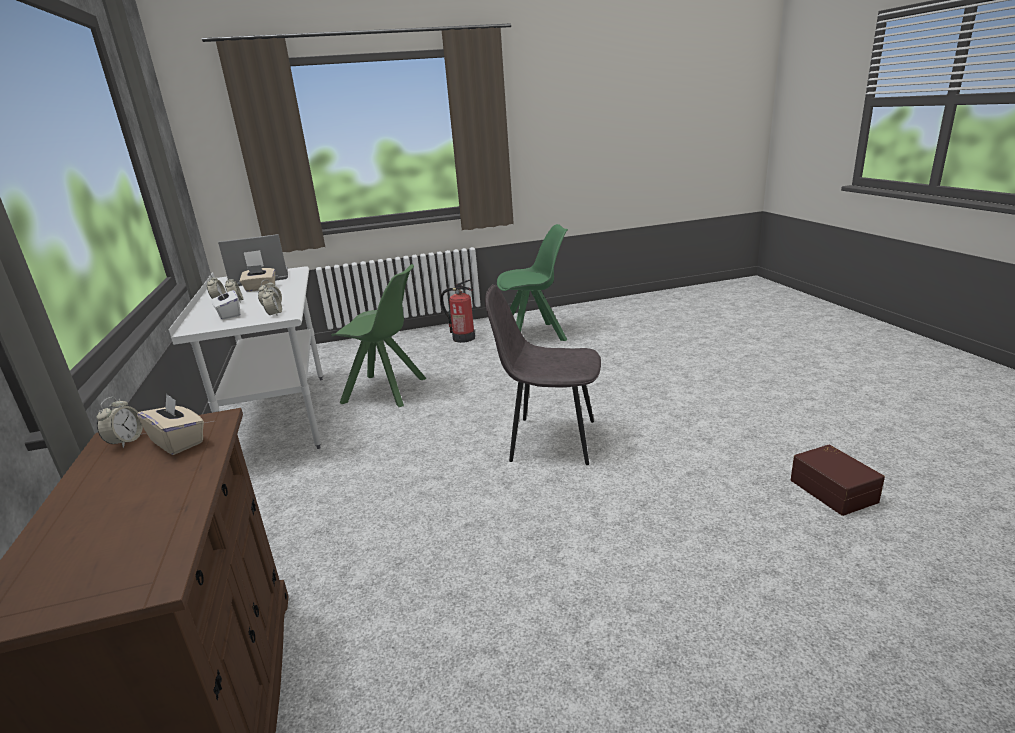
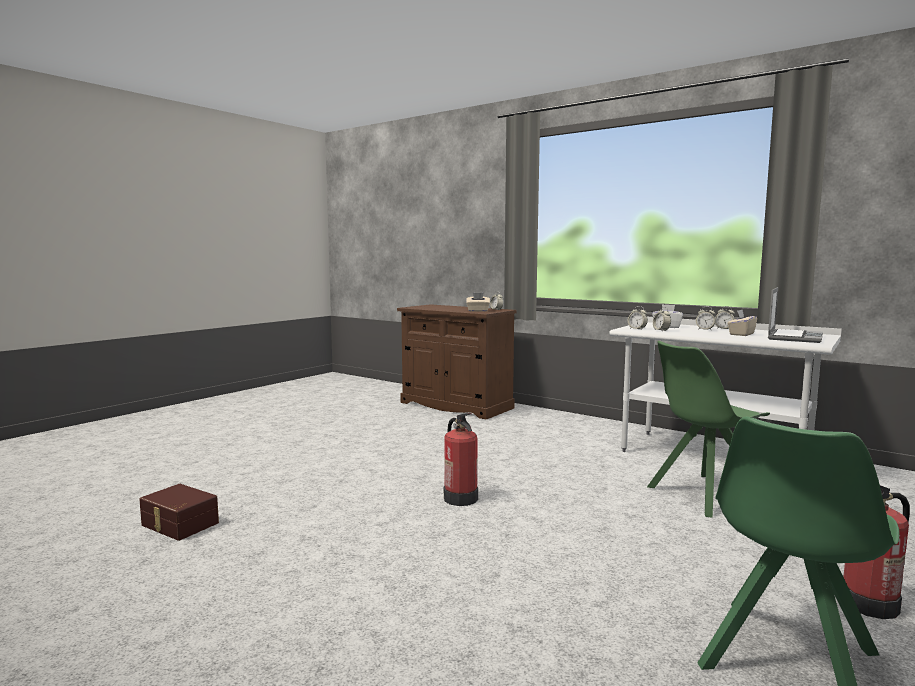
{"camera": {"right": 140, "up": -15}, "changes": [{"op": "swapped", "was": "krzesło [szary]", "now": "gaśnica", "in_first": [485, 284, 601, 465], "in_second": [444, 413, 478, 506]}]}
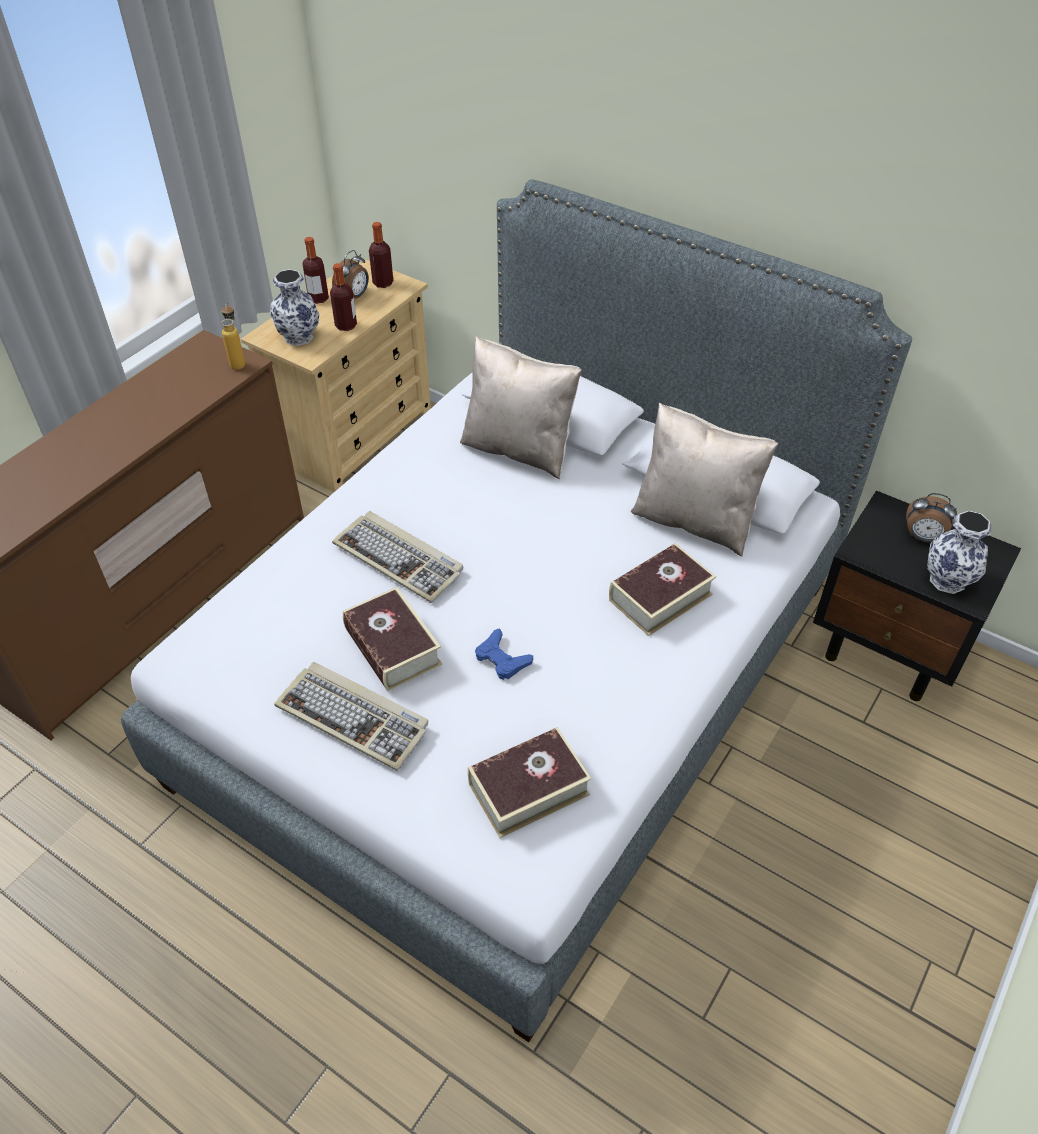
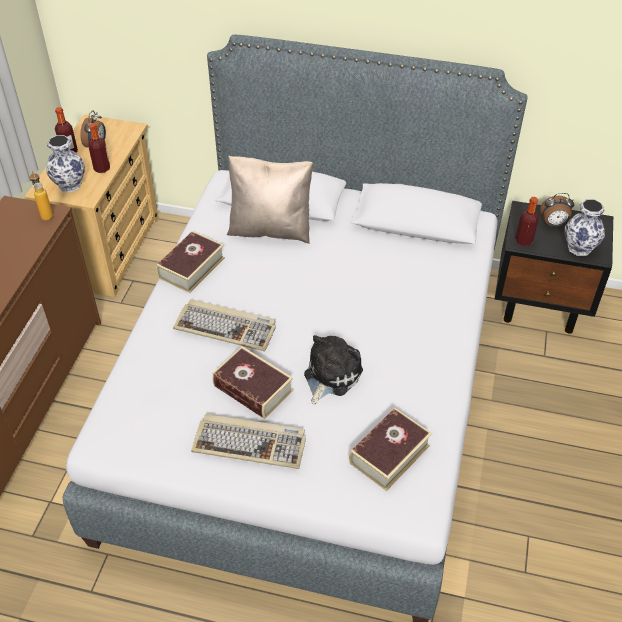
{"camera": {"right": -20, "up": 0}, "changes": [{"op": "gone", "was": "poduszka [beżowy]", "in_first": [631, 403, 778, 556]}, {"op": "shifted", "was": "butelka", "in_first": [369, 222, 393, 288], "in_second": [515, 197, 539, 246]}, {"op": "shifted", "was": "książka", "in_first": [609, 543, 716, 636], "in_second": [156, 231, 225, 293]}, {"op": "swapped", "was": "pad do gier [niebieski]", "now": "pluszak", "in_first": [475, 628, 533, 680], "in_second": [304, 335, 363, 405]}]}
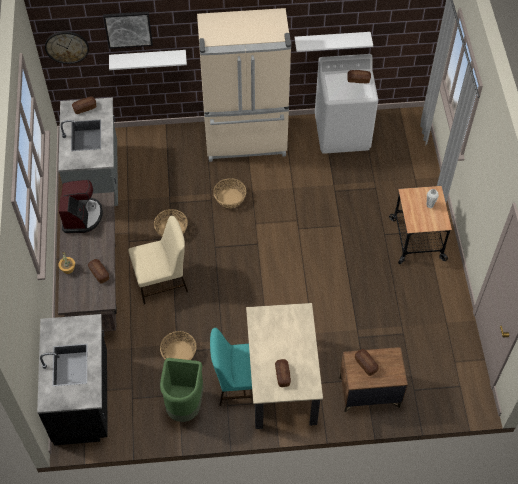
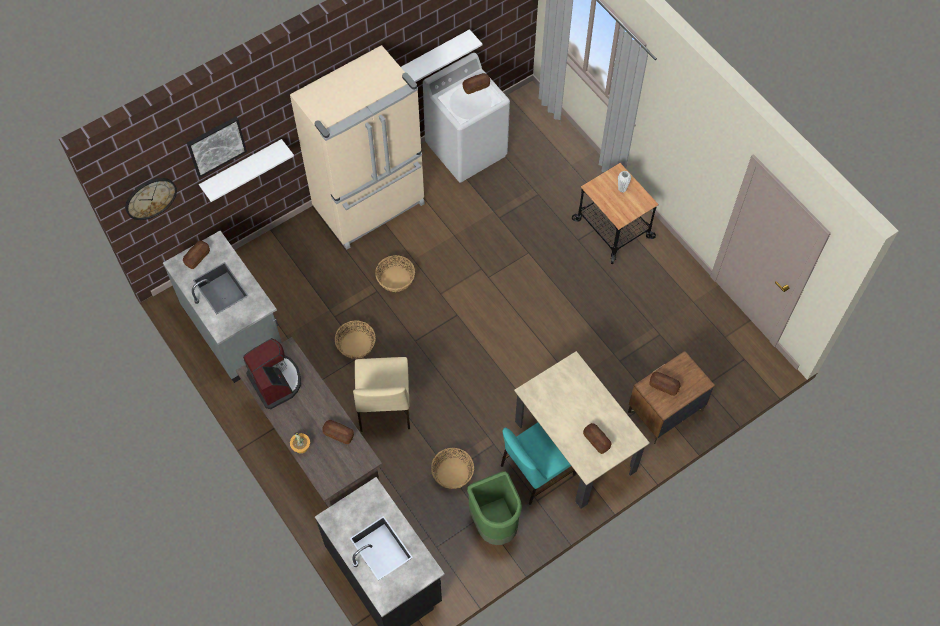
{"camera": {"right": -30, "up": 5}, "changes": [{"op": "rotated", "was": "krzesło [beżowy]", "in_first": [128, 216, 188, 304], "in_second": [353, 357, 410, 432], "clockwise": 135}]}
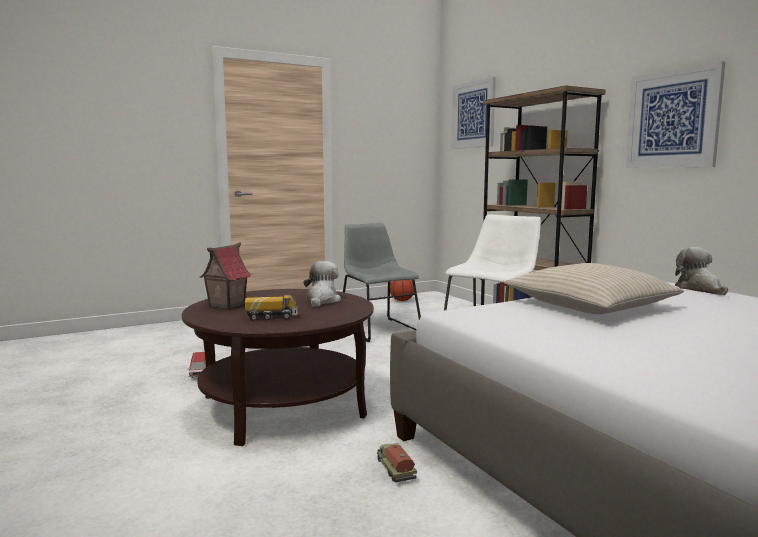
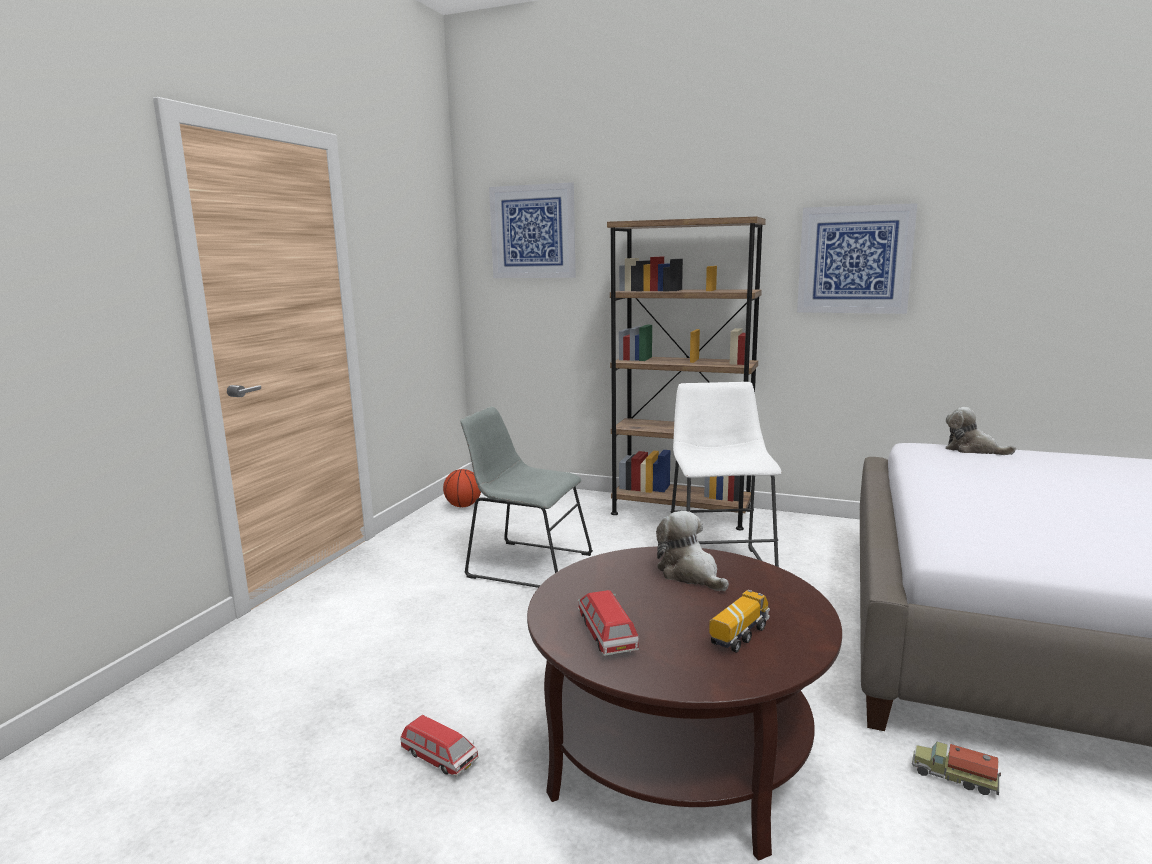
{"camera": {"right": -40, "up": 5}, "changes": [{"op": "gone", "was": "poduszka [beżowy]", "in_first": [504, 263, 684, 314]}, {"op": "swapped", "was": "domek", "now": "samochodzik", "in_first": [200, 242, 252, 309], "in_second": [578, 590, 639, 656]}]}
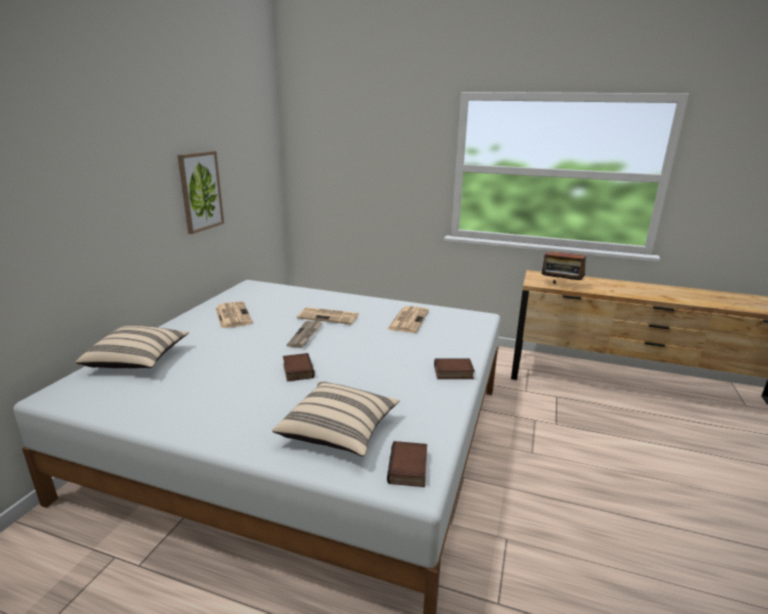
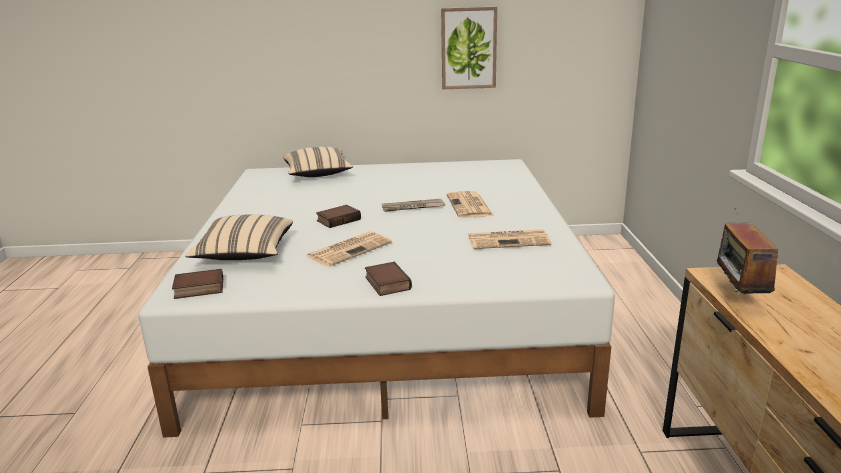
{"camera": {"right": 70, "up": 0}, "changes": [{"op": "shifted", "was": "gazeta", "in_first": [216, 301, 253, 329], "in_second": [307, 231, 392, 267]}]}
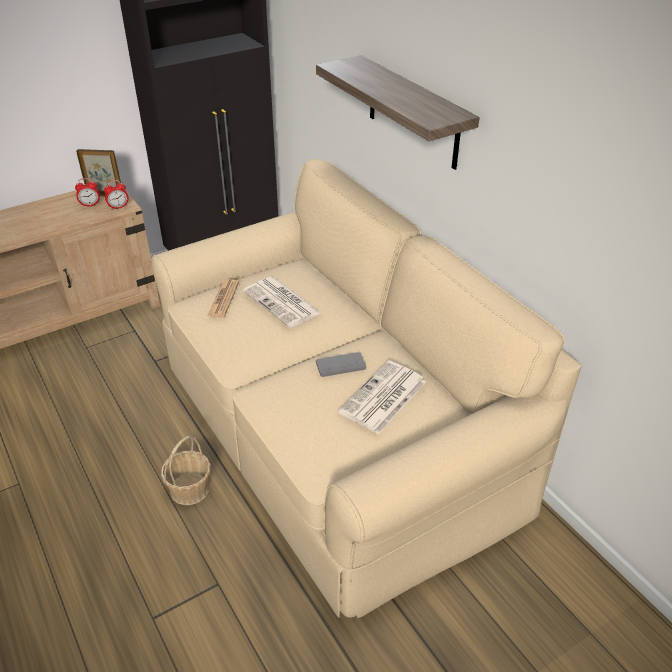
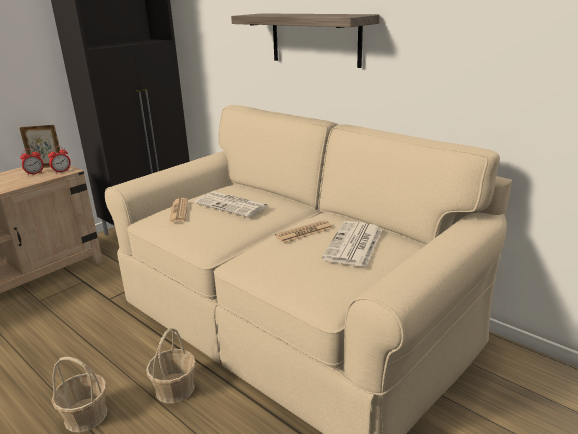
{"camera": {"right": -15, "up": -15}, "changes": [{"op": "new", "now": "koszyk", "in_second": [51, 357, 107, 433]}, {"op": "swapped", "was": "pad do gier [szary]", "now": "gazeta", "in_first": [316, 352, 366, 377], "in_second": [275, 220, 333, 243]}]}
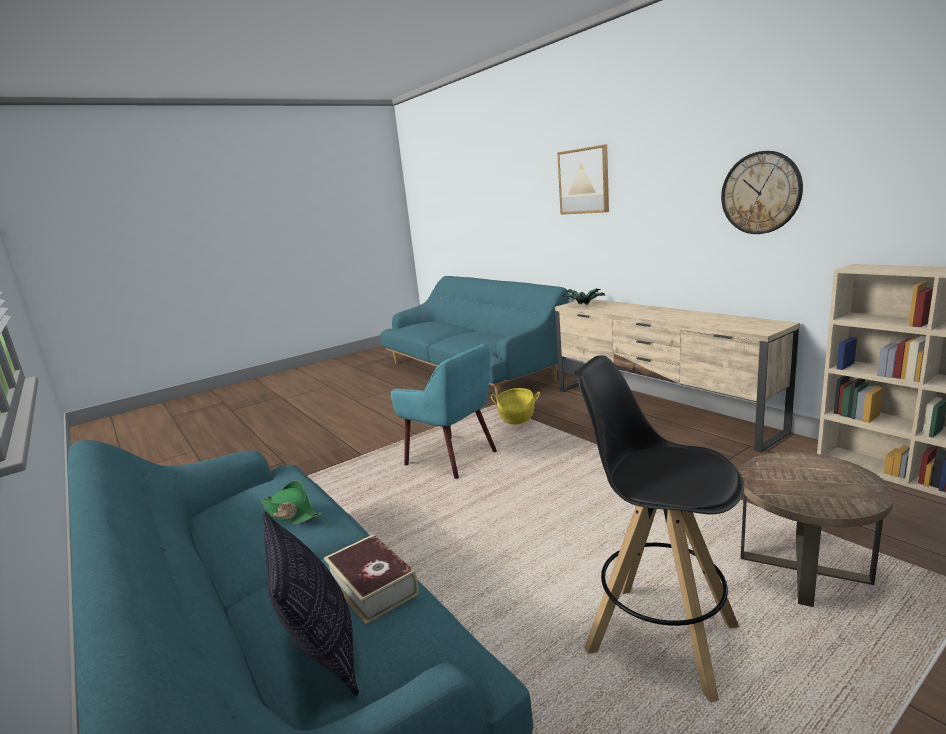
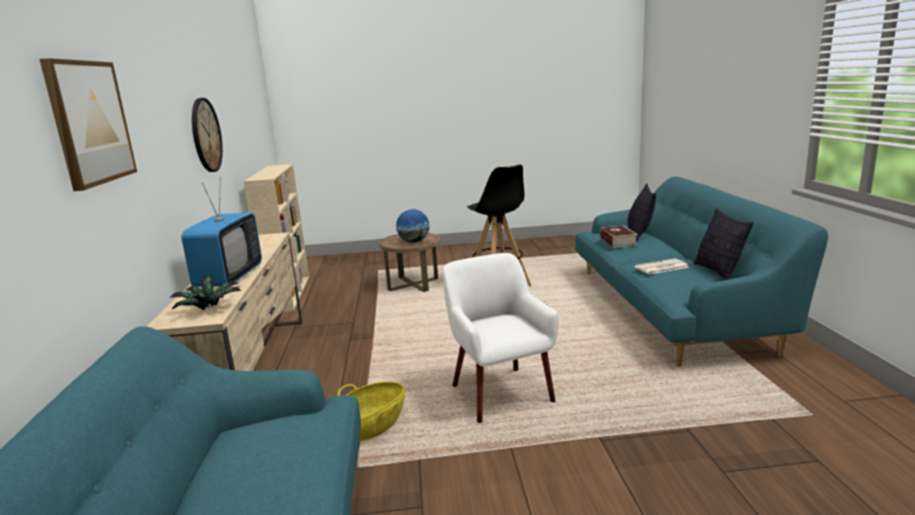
{"camera": {"right": -150, "up": 0}, "changes": [{"op": "new", "now": "telewizor", "in_second": [181, 177, 262, 287]}, {"op": "new", "now": "globus", "in_second": [396, 209, 429, 243]}, {"op": "new", "now": "poduszka", "in_second": [694, 208, 753, 280]}, {"op": "swapped", "was": "kapelusz [zielony]", "now": "gazeta", "in_first": [261, 480, 322, 524], "in_second": [635, 258, 689, 274]}, {"op": "repainted", "was": "fotel [turkusowy]", "now": "fotel [biały]", "in_first": [391, 343, 497, 479], "in_second": [443, 253, 558, 423]}]}
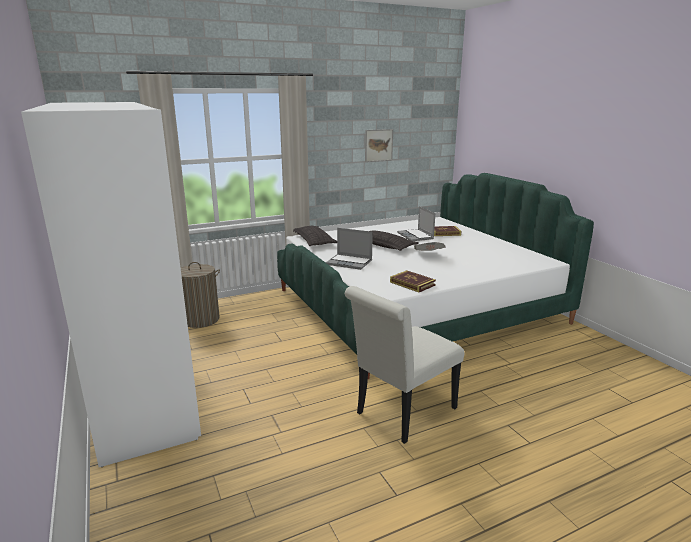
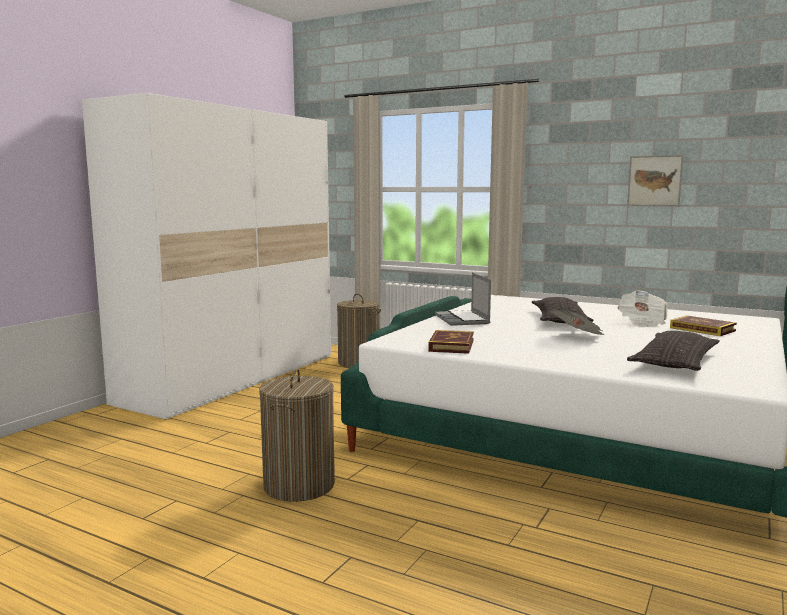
{"camera": {"right": 55, "up": -10}, "changes": [{"op": "shifted", "was": "poduszka", "in_first": [293, 226, 337, 246], "in_second": [627, 331, 720, 371]}, {"op": "swapped", "was": "krzesło [biały]", "now": "kosz na pranie", "in_first": [345, 286, 464, 444], "in_second": [259, 369, 335, 502]}, {"op": "swapped", "was": "laptop", "now": "gazeta", "in_first": [397, 206, 435, 241], "in_second": [618, 290, 668, 328]}]}
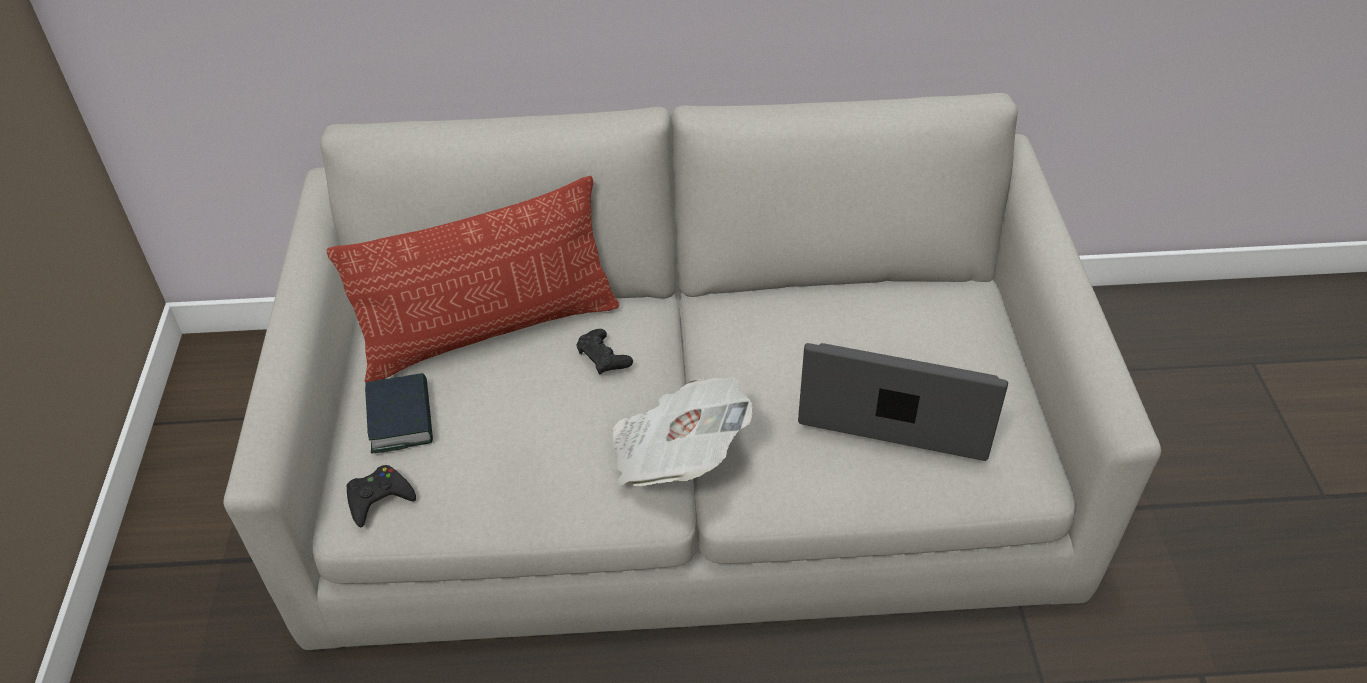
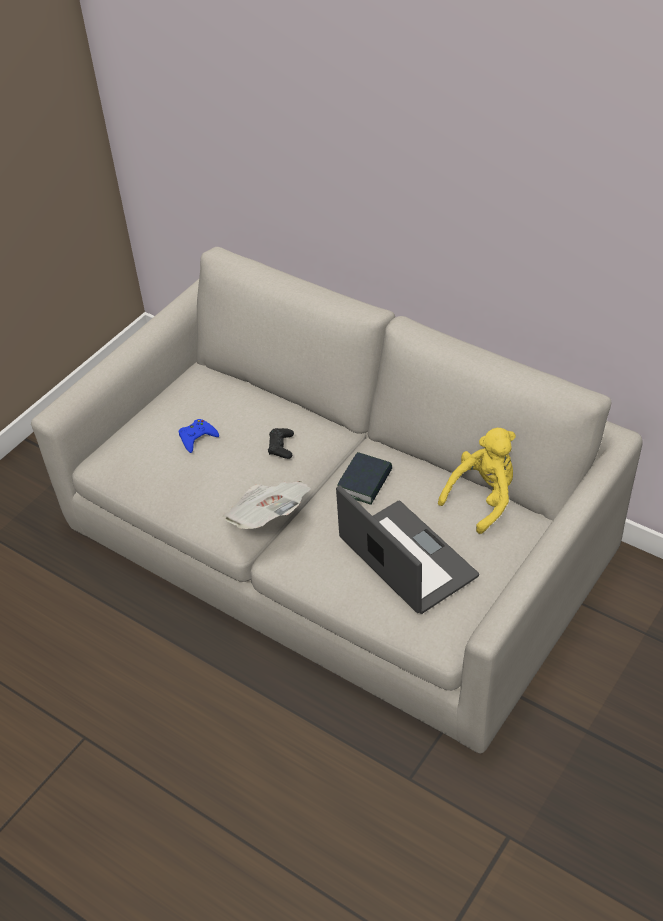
{"camera": {"right": 40, "up": 0}, "changes": [{"op": "gone", "was": "poduszka", "in_first": [327, 176, 619, 383]}, {"op": "gone", "was": "pad do gier [czarny]", "in_first": [346, 465, 416, 527]}, {"op": "new", "now": "pad do gier [niebieski]", "in_second": [179, 419, 219, 453]}, {"op": "new", "now": "pluszak [żółty]", "in_second": [438, 428, 516, 534]}, {"op": "shifted", "was": "książka", "in_first": [365, 373, 433, 453], "in_second": [337, 452, 392, 505]}]}
